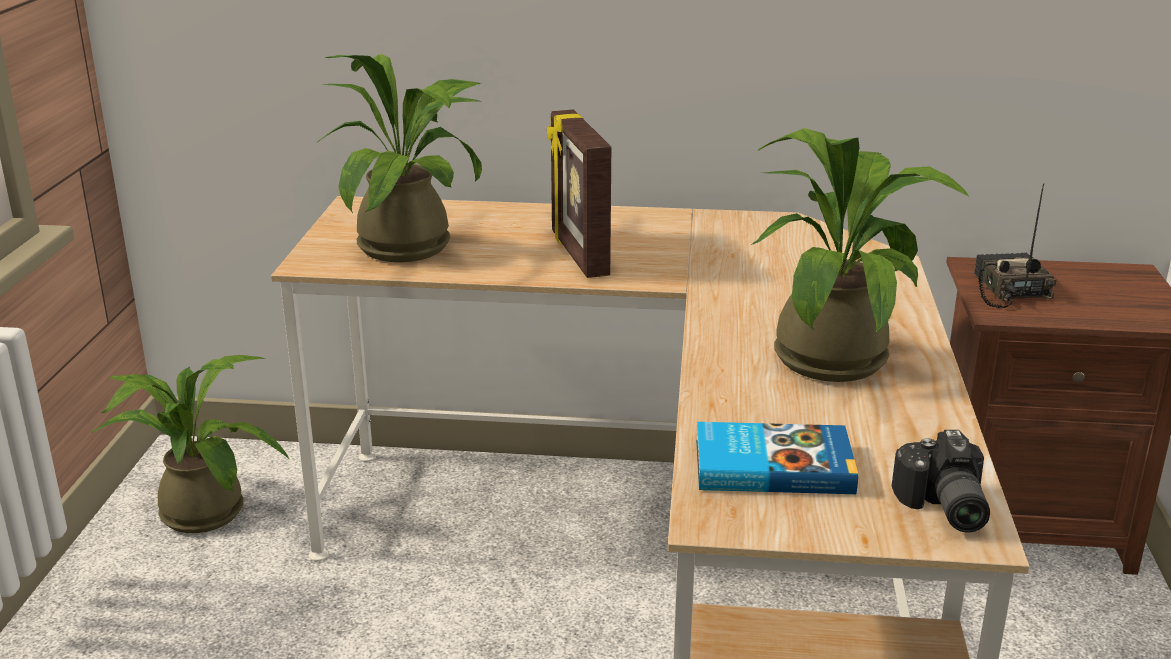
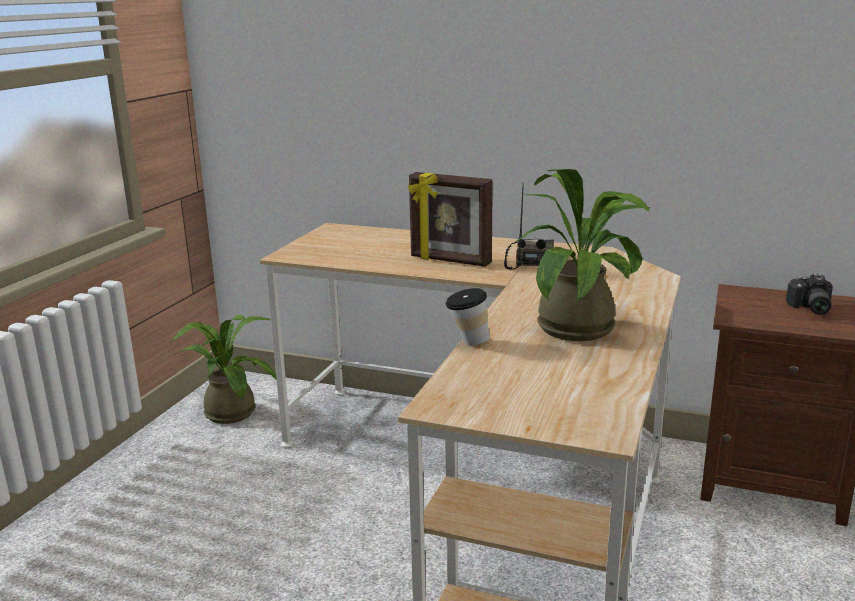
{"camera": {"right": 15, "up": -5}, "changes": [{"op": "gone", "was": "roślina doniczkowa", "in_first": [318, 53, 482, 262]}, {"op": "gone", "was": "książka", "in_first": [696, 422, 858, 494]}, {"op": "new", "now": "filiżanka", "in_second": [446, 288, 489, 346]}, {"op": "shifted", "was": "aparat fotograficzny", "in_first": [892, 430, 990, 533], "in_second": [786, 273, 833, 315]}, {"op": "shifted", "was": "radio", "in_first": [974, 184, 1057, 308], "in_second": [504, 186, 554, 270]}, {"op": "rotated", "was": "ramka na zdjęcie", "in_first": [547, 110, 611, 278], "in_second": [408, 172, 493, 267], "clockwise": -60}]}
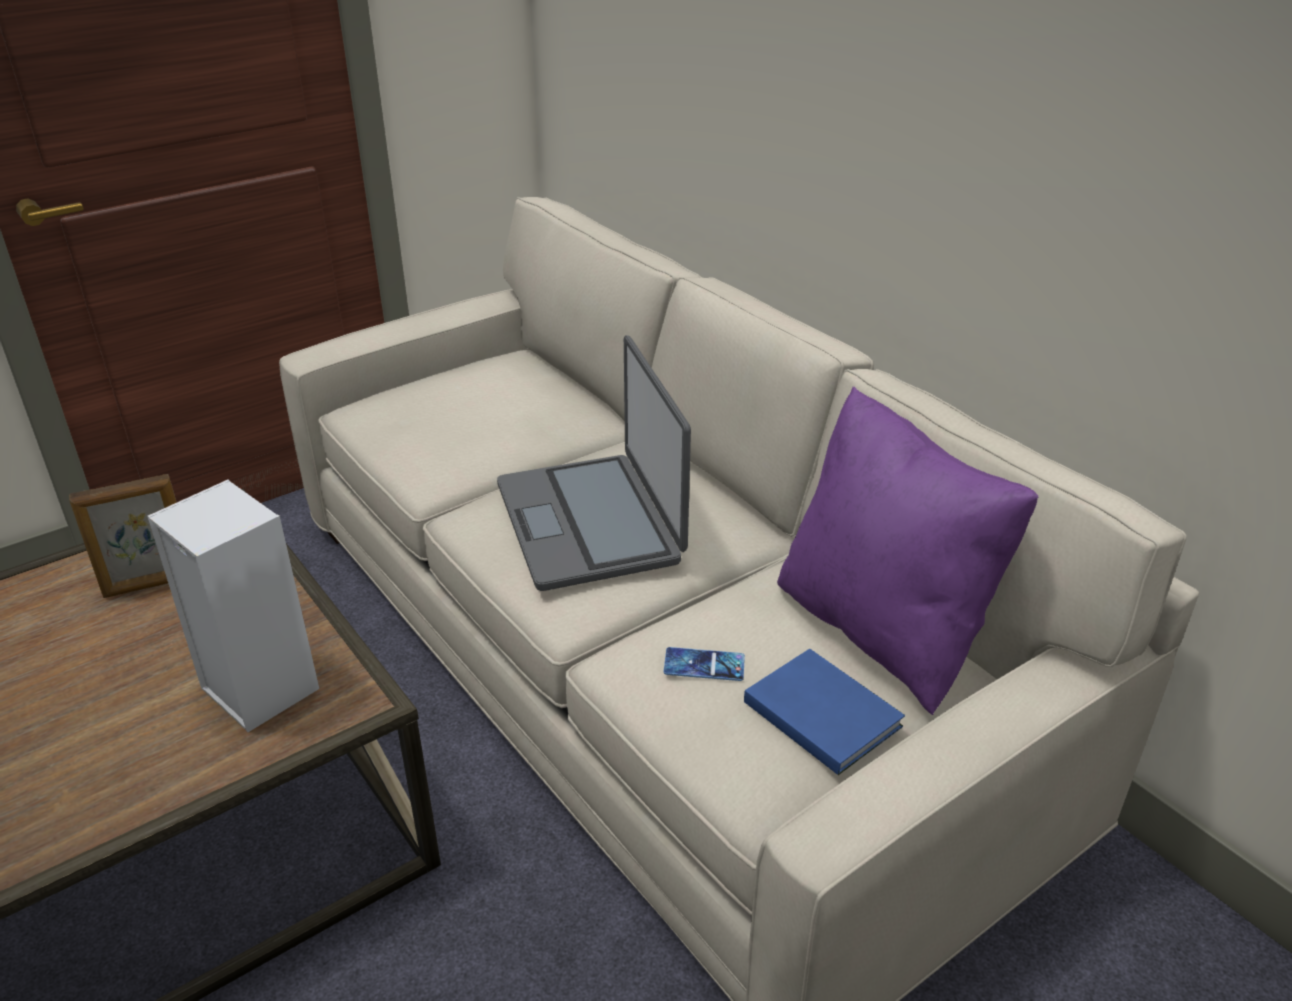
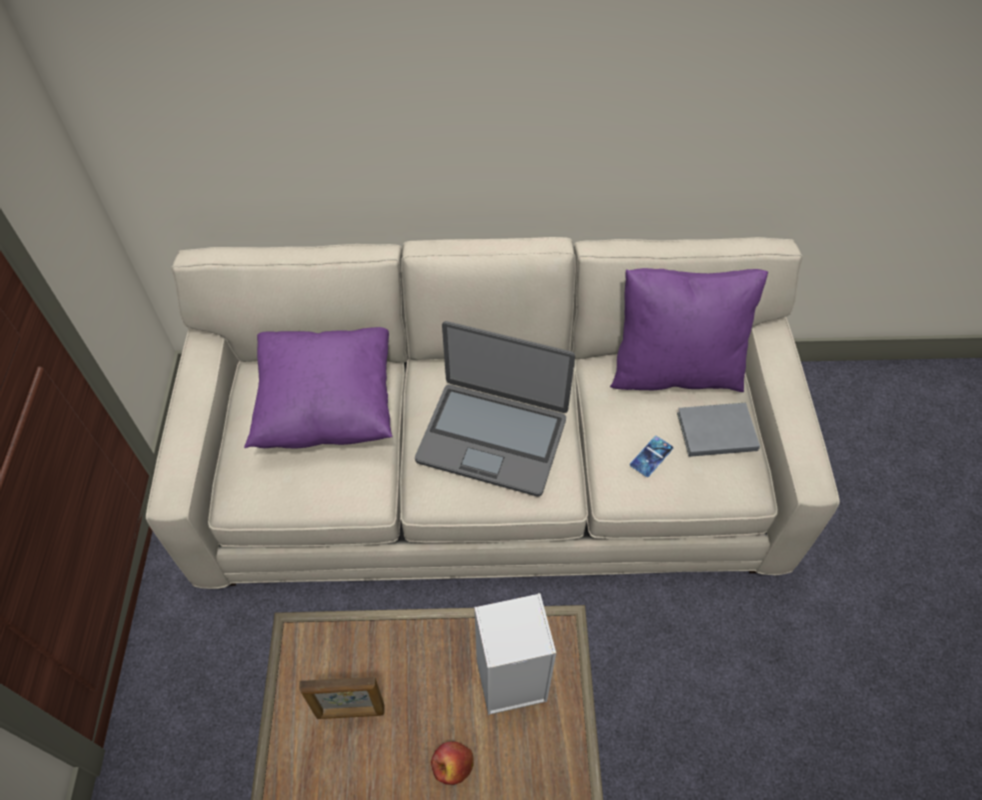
{"camera": {"right": -55, "up": 20}, "changes": [{"op": "new", "now": "poduszka [fioletowy]", "in_second": [244, 327, 393, 449]}, {"op": "new", "now": "jabłko", "in_second": [431, 741, 474, 785]}, {"op": "repainted", "was": "książka [niebieski]", "now": "książka [szary]", "in_first": [744, 649, 905, 775], "in_second": [677, 403, 760, 457]}, {"op": "rotated", "was": "ramka na zdjęcie", "in_first": [69, 474, 177, 598], "in_second": [299, 677, 384, 719], "clockwise": 75}]}
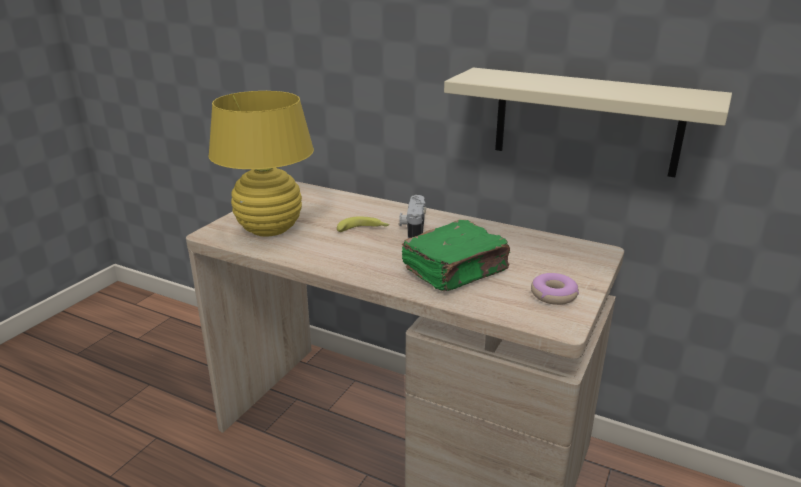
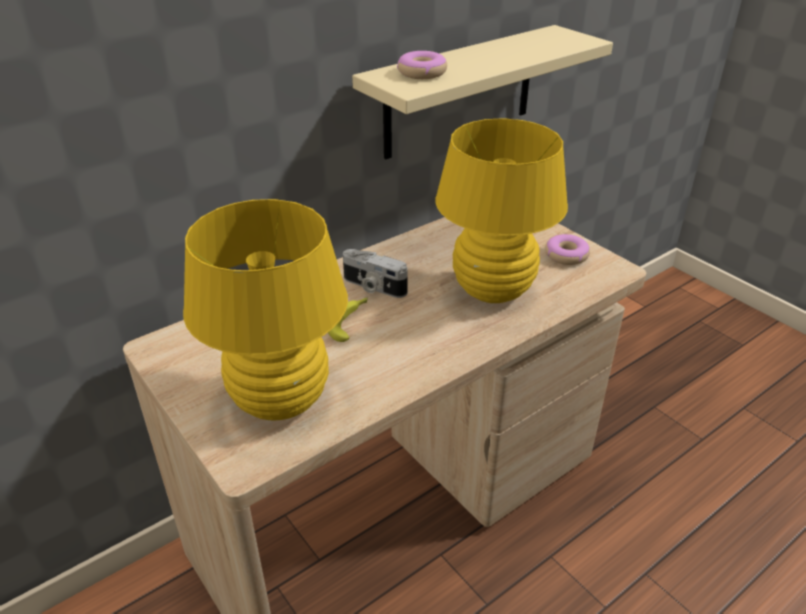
{"camera": {"right": -65, "up": 10}, "changes": [{"op": "new", "now": "donut", "in_second": [397, 51, 447, 79]}, {"op": "swapped", "was": "książka [zielony]", "now": "lampa stołowa [żółty]", "in_first": [401, 220, 511, 291], "in_second": [435, 118, 568, 303]}]}
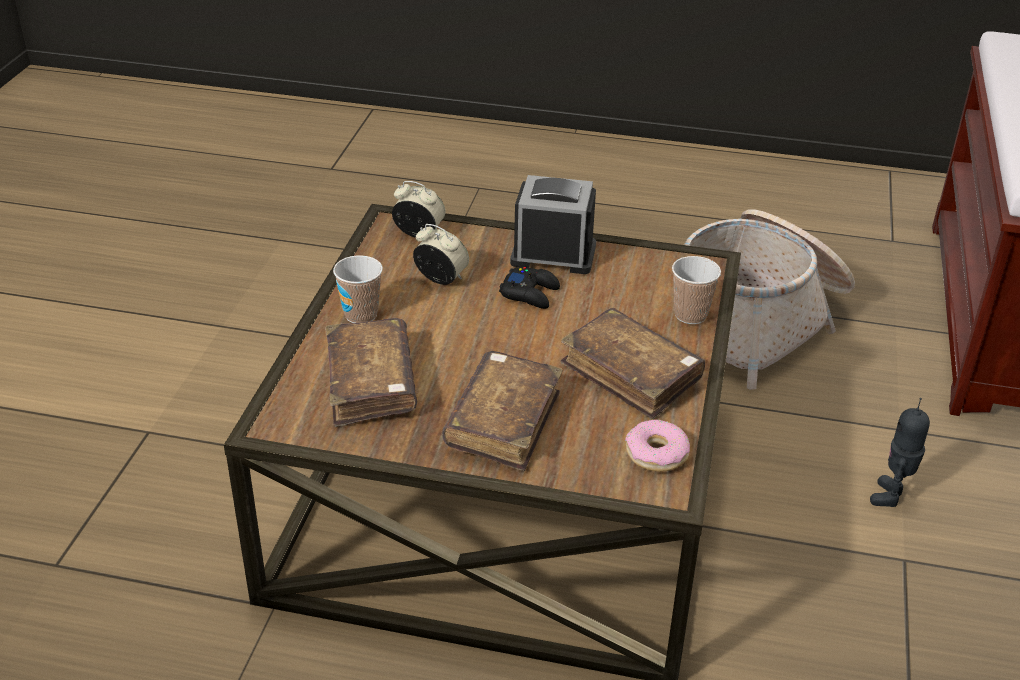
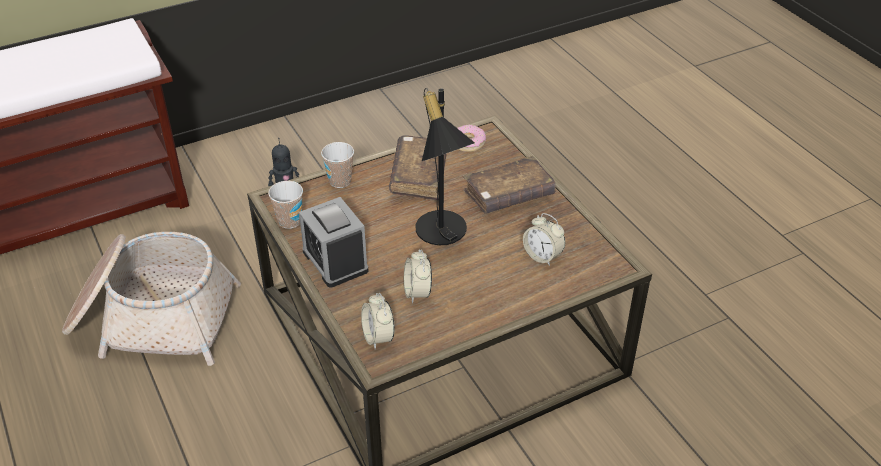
{"camera": {"right": -130, "up": 5}, "changes": [{"op": "gone", "was": "pad do gier [czarny]", "in_first": [499, 267, 560, 309]}, {"op": "new", "now": "lampa stołowa [czarny]", "in_second": [416, 88, 475, 245]}, {"op": "shifted", "was": "filiżanka", "in_first": [333, 255, 383, 323], "in_second": [268, 181, 303, 229]}, {"op": "swapped", "was": "książka [brązowy]", "now": "budzik", "in_first": [325, 318, 417, 427], "in_second": [523, 213, 565, 266]}]}
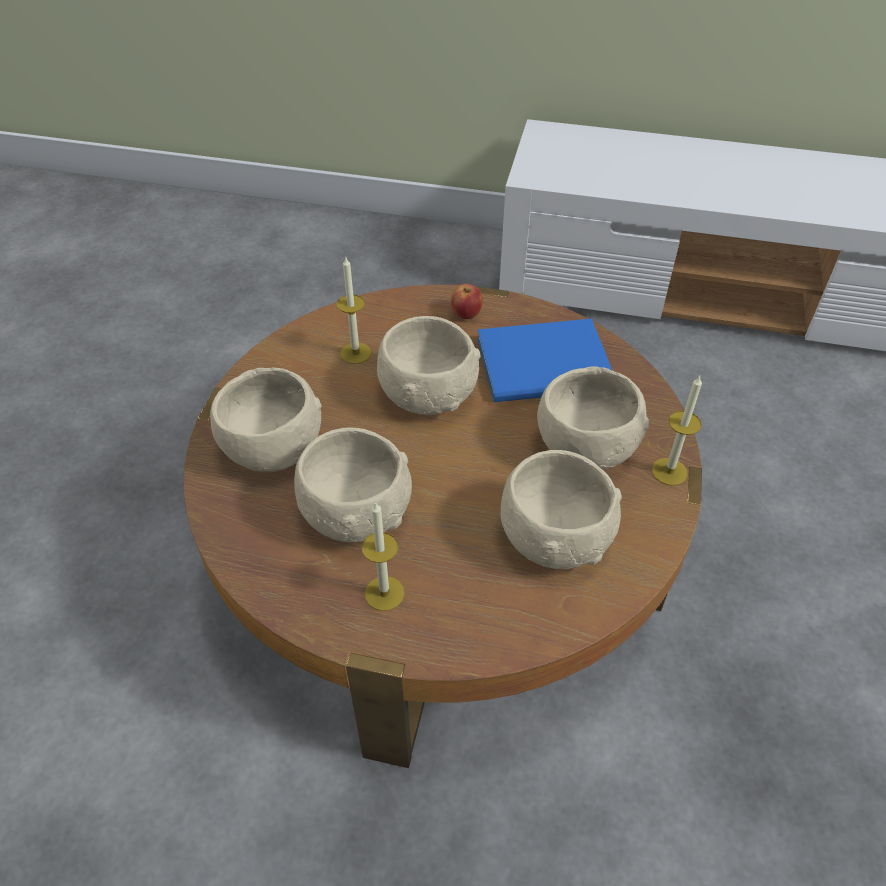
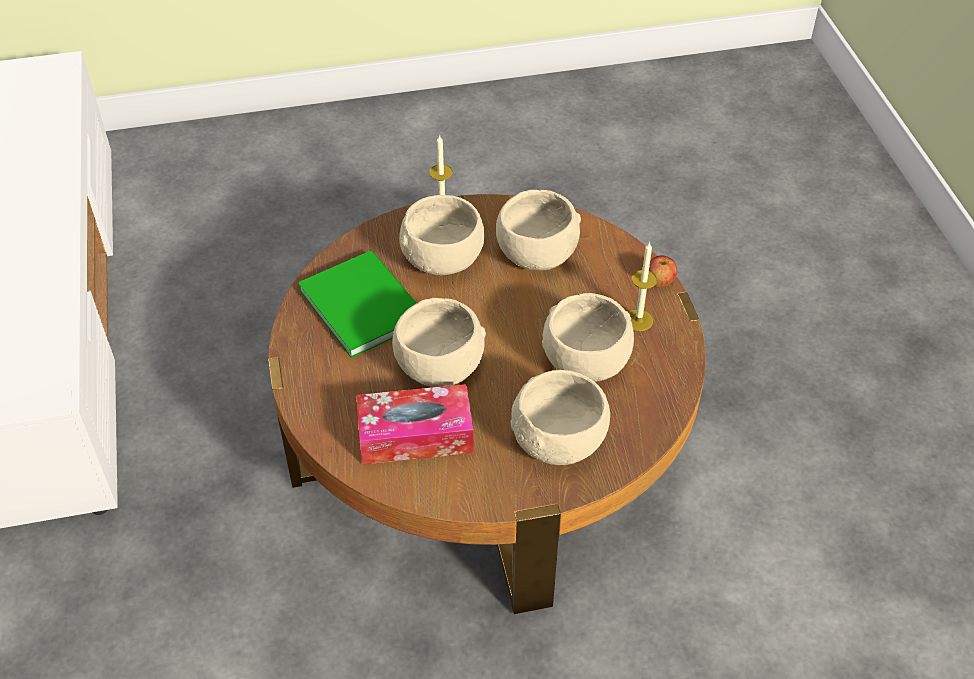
{"camera": {"right": -115, "up": 0}, "changes": [{"op": "shifted", "was": "jabłko", "in_first": [451, 284, 483, 319], "in_second": [649, 255, 677, 287]}, {"op": "swapped", "was": "świeca", "now": "pudełko chusteczek", "in_first": [337, 258, 372, 364], "in_second": [356, 384, 474, 464]}, {"op": "repainted", "was": "książka [niebieski]", "now": "książka [zielony]", "in_first": [477, 319, 613, 402], "in_second": [298, 251, 416, 358]}]}
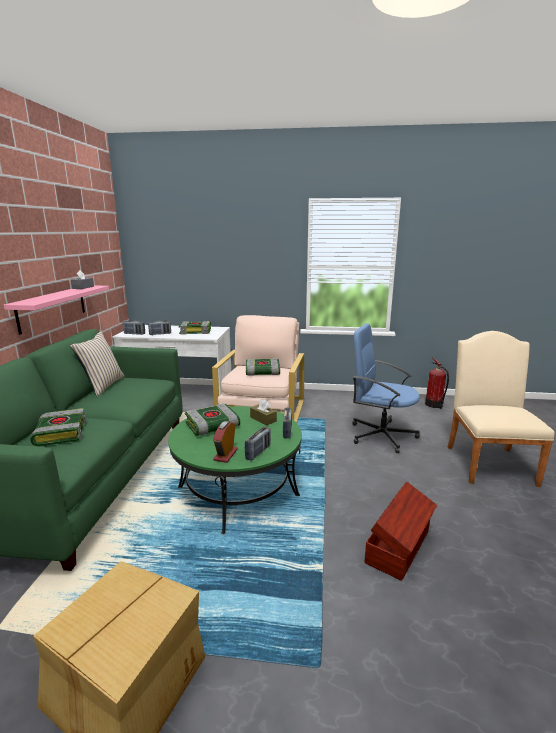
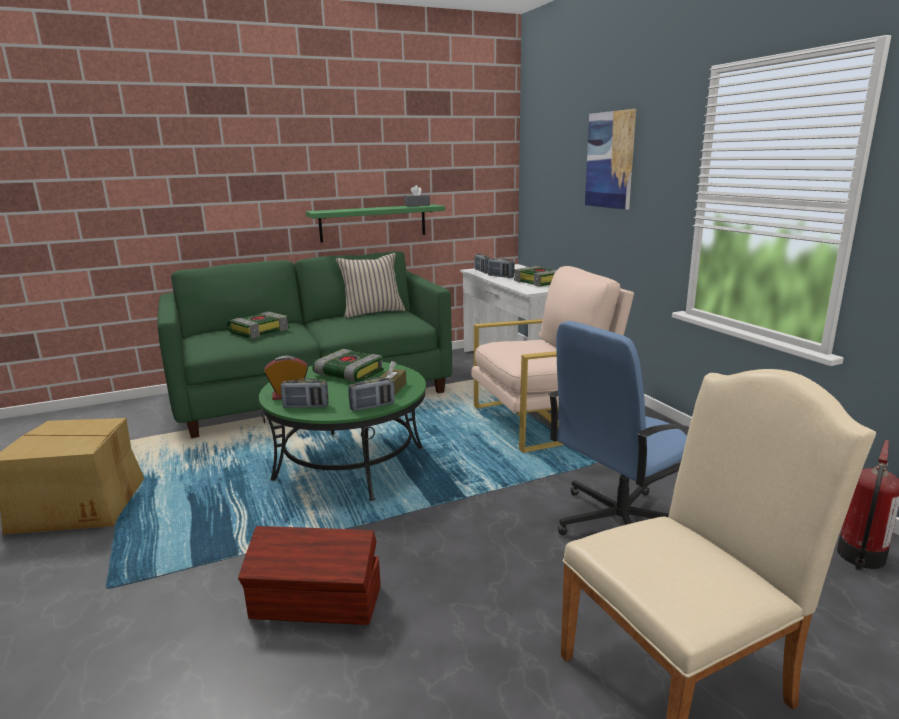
{"camera": {"right": 60, "up": 0}, "changes": [{"op": "gone", "was": "książka", "in_first": [246, 358, 280, 375]}, {"op": "new", "now": "obraz", "in_second": [585, 109, 636, 210]}, {"op": "repainted", "was": "półka [różowy]", "now": "półka [zielony]", "in_first": [4, 286, 109, 335], "in_second": [306, 204, 445, 242]}, {"op": "rotated", "was": "krzesło biurowe [niebieski]", "in_first": [353, 323, 420, 453], "in_second": [548, 321, 689, 535], "clockwise": -120}]}
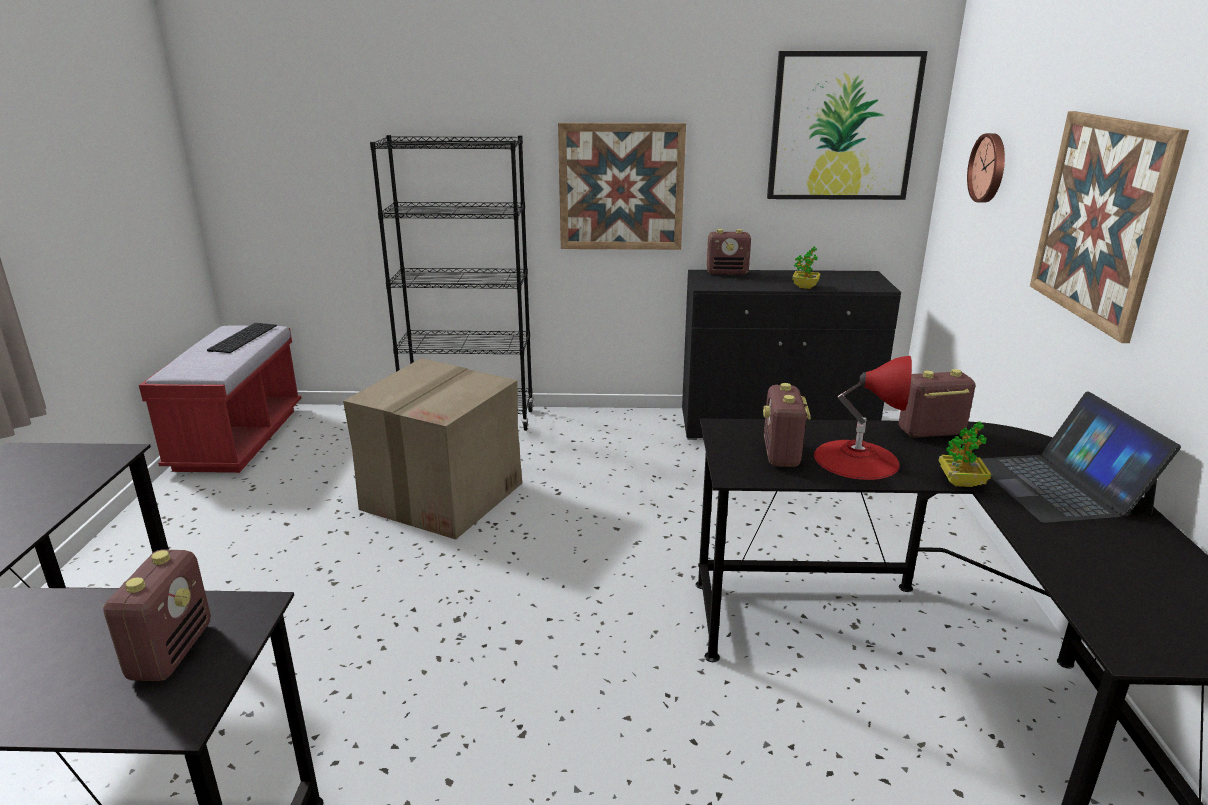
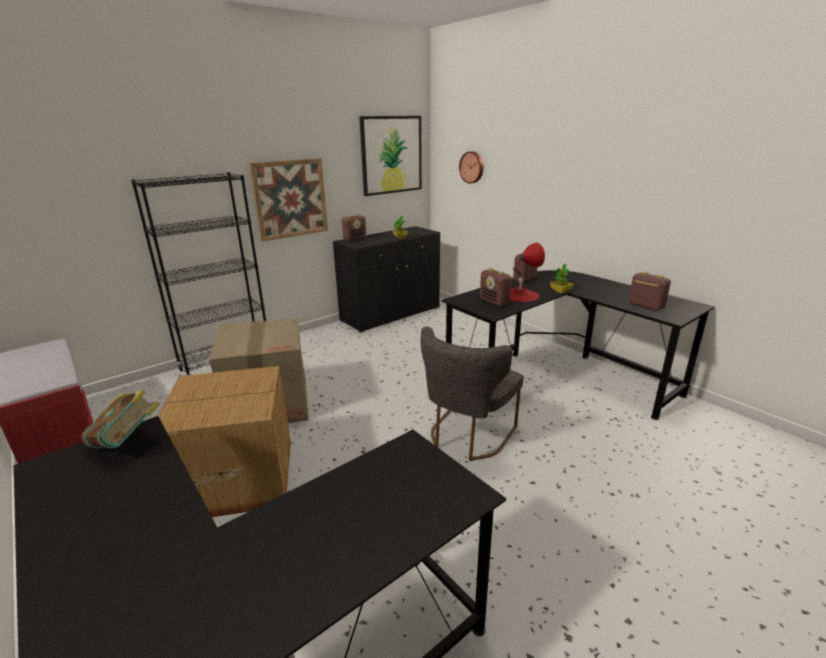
{"camera": {"right": -40, "up": 0}, "changes": [{"op": "gone", "was": "klawiatura", "in_first": [207, 323, 277, 353]}, {"op": "gone", "was": "laptop", "in_first": [981, 391, 1181, 523]}, {"op": "gone", "was": "obraz", "in_first": [1030, 111, 1189, 343]}, {"op": "new", "now": "książka", "in_second": [81, 390, 160, 448]}, {"op": "new", "now": "karton", "in_second": [158, 366, 291, 517]}, {"op": "new", "now": "krzesło [szary]", "in_second": [421, 327, 524, 461]}, {"op": "shifted", "was": "radio", "in_first": [103, 549, 211, 681], "in_second": [629, 271, 671, 311]}]}
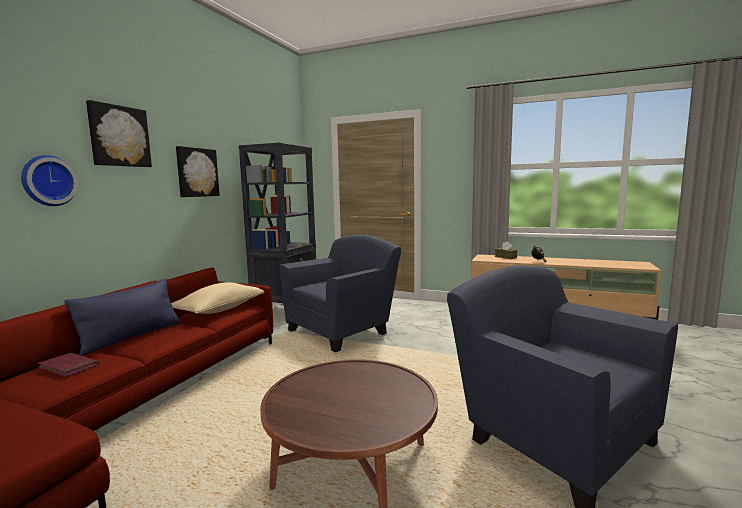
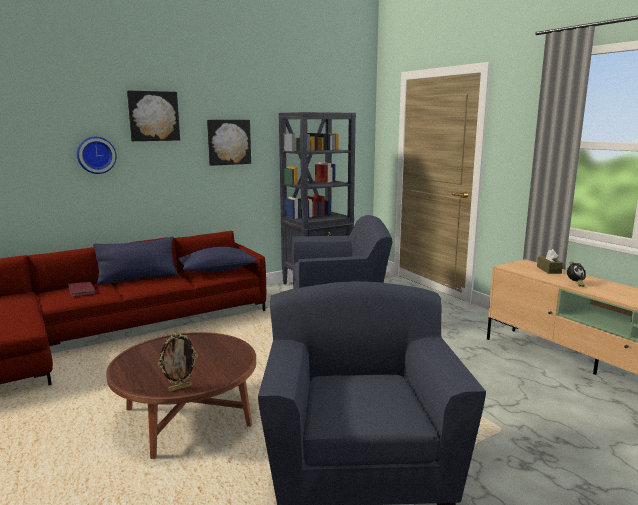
{"camera": {"right": 35, "up": 5}, "changes": [{"op": "new", "now": "ramka na zdjęcie", "in_second": [158, 333, 198, 392]}, {"op": "repainted", "was": "poduszka [beżowy]", "now": "poduszka [niebieski]", "in_first": [171, 282, 264, 314], "in_second": [178, 247, 258, 272]}]}
